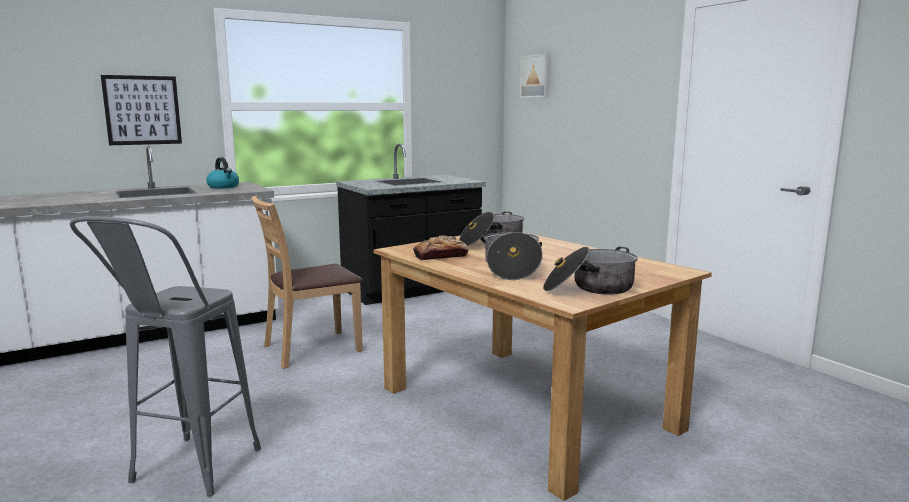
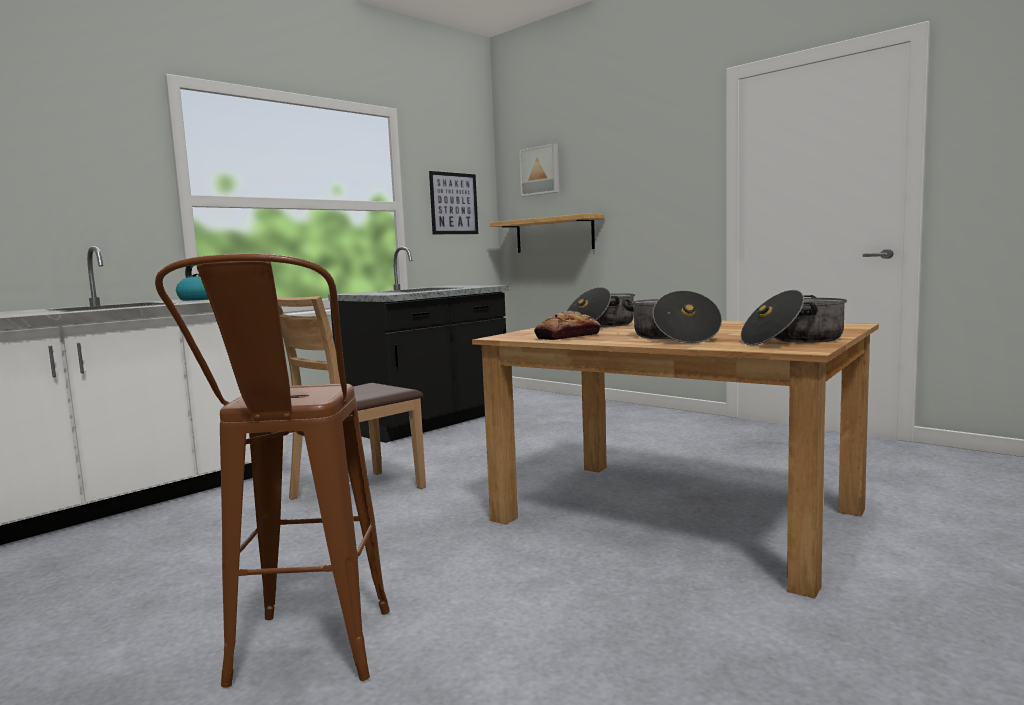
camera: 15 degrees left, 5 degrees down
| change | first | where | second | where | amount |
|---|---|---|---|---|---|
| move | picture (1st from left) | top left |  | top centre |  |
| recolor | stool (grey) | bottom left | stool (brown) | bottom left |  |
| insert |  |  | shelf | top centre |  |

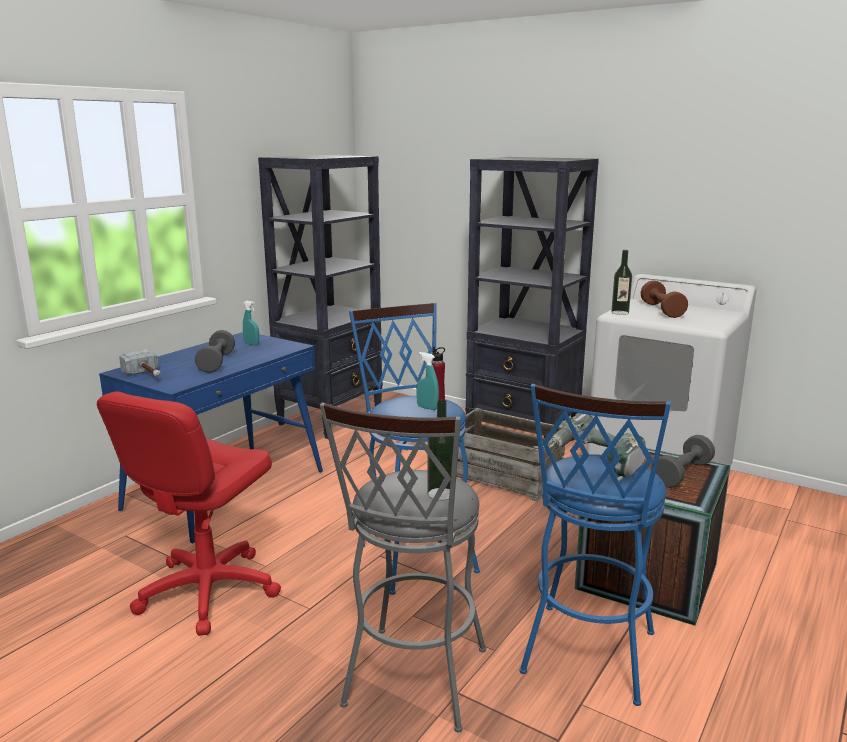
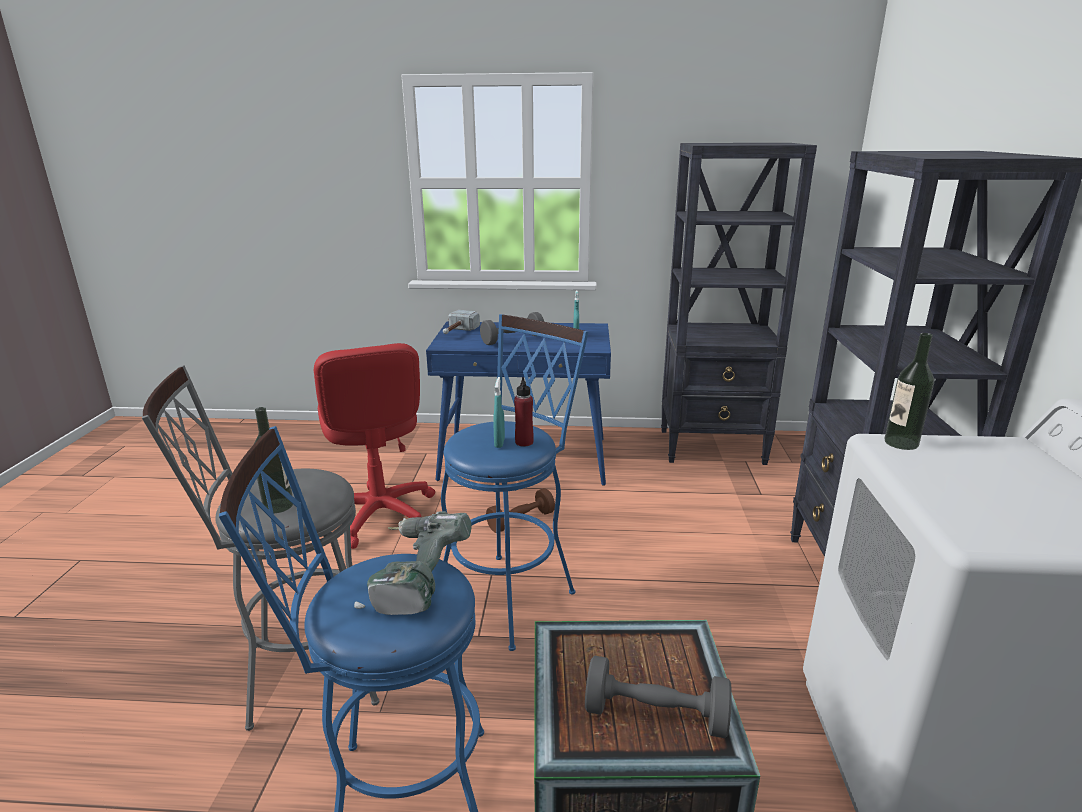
camera: 60 degrees right, 5 degrees up
| change | first | where | second | where | amount |
|---|---|---|---|---|---|
| move | dumbbell (brown) | middle right |  | centre |  |
| rotate | office chair (red) | bottom left |  | centre | 105 degrees counterclockwise |
| delete | crate (1st from left) | centre |  |  |  |

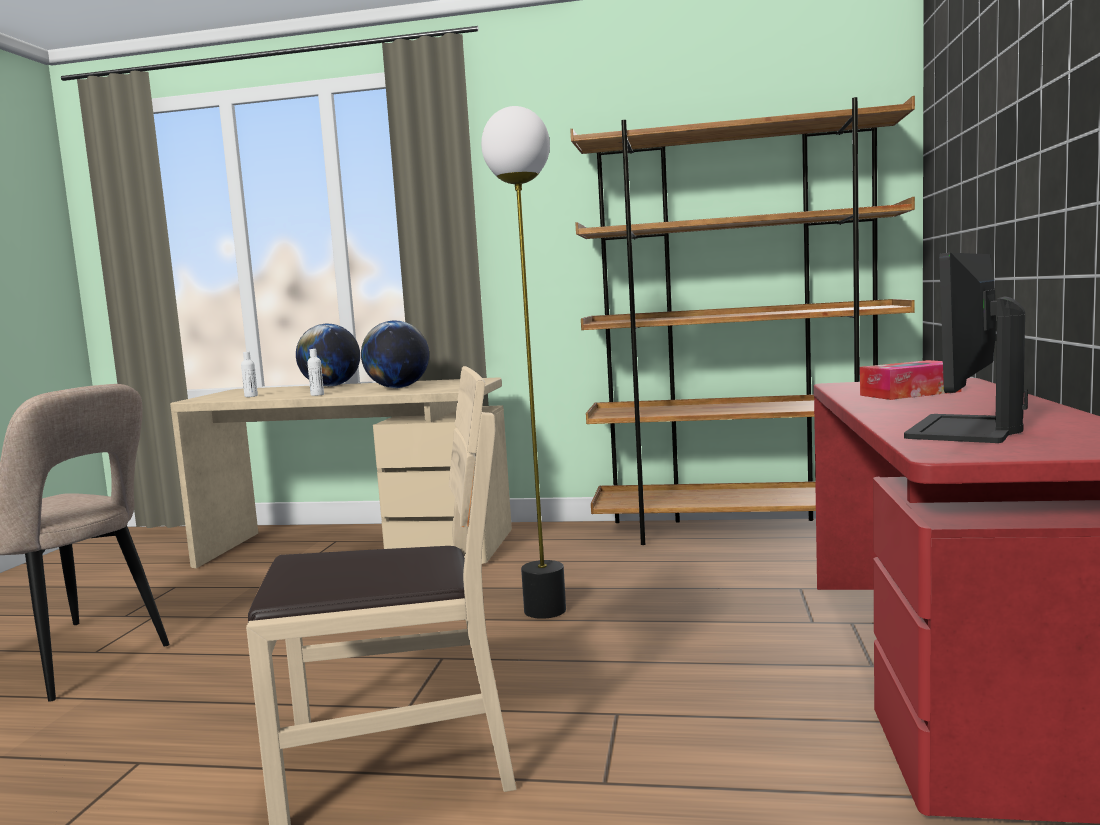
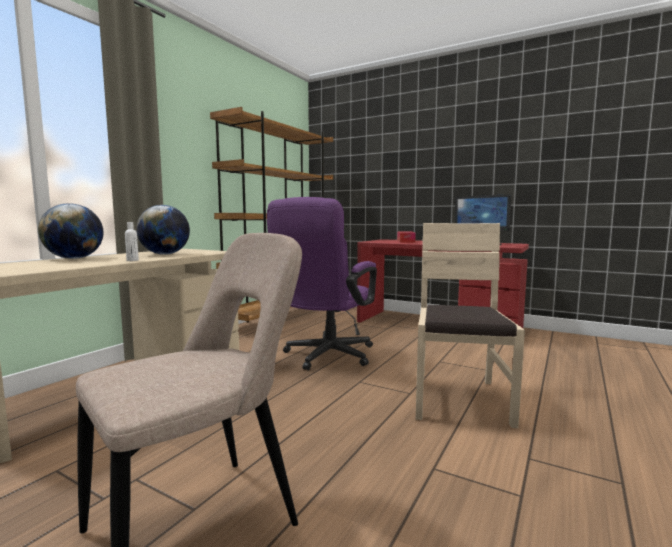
camera: 70 degrees left, 0 degrees up
| change | first | where | second | where | amount |
|---|---|---|---|---|---|
| replace | floor lamp | centre | office chair (purple) | centre |  |
| delete | bottle (white) (1st from left) | middle left |  |  |  |

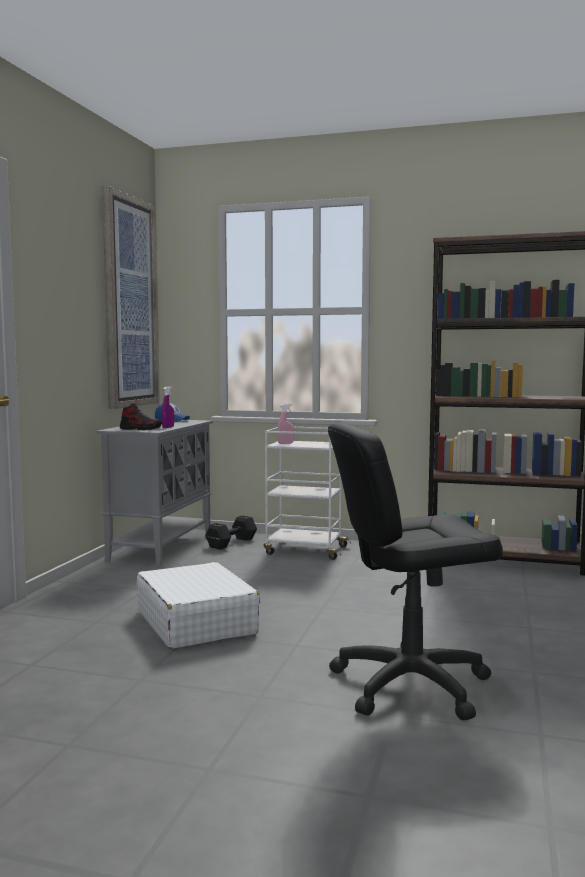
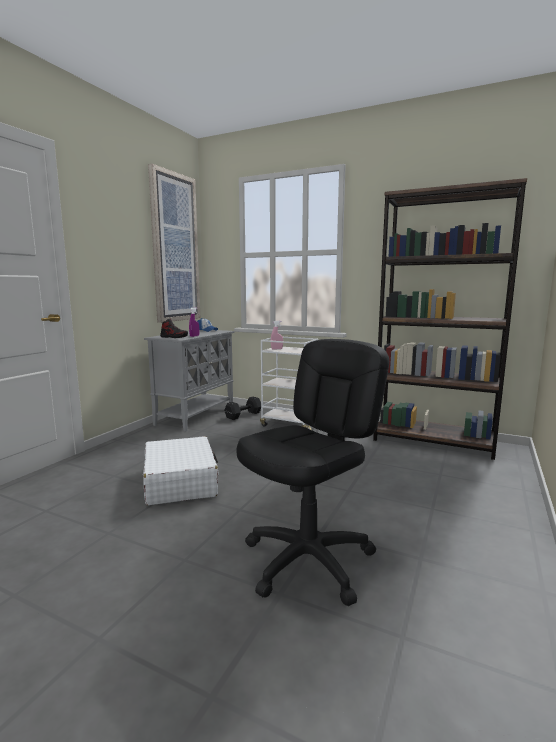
camera: 10 degrees right, 5 degrees up
| change | first | where | second | where | amount |
|---|---|---|---|---|---|
| rotate | office chair (black) | middle right |  | centre | 135 degrees clockwise |

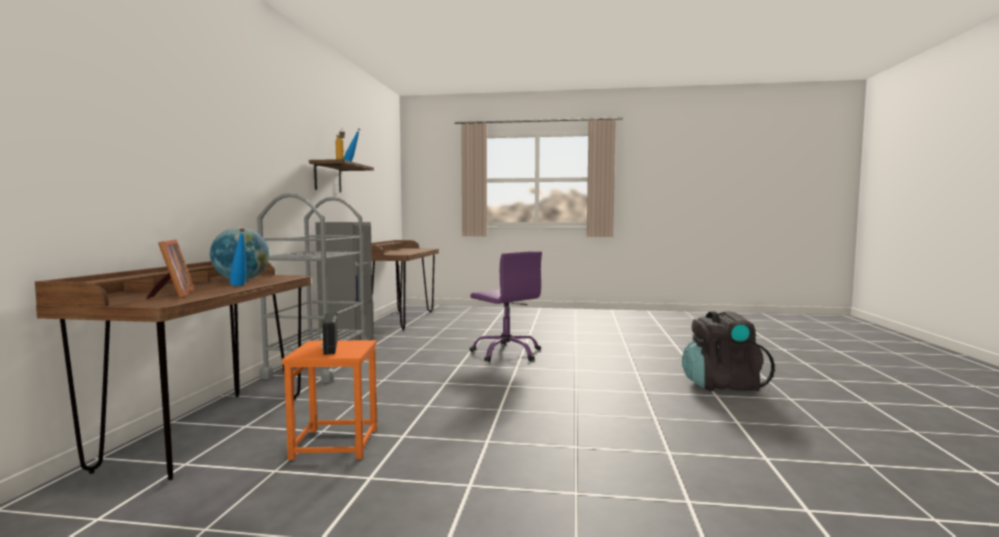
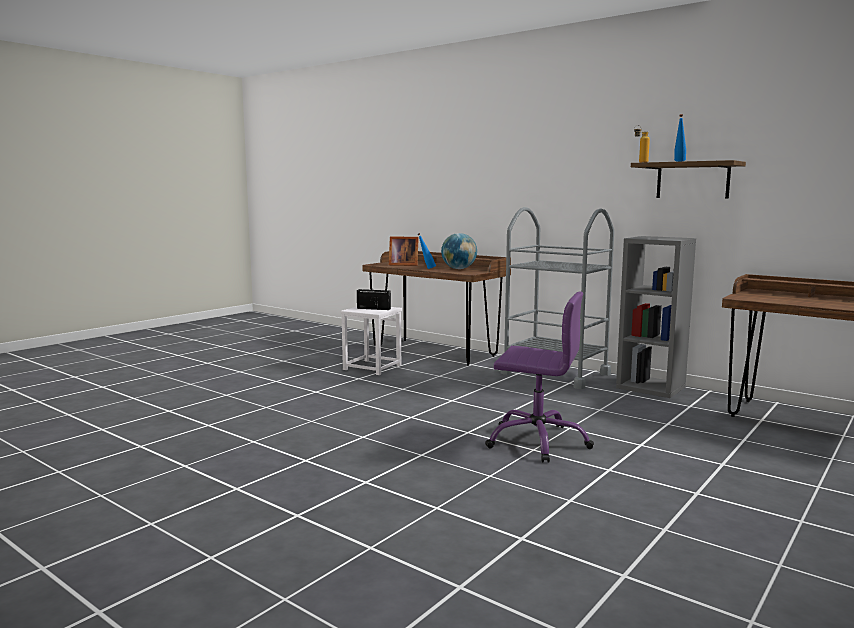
camera: 120 degrees right, 5 degrees up
| change | first | where | second | where | amount |
|---|---|---|---|---|---|
| rotate | office chair (purple) | centre |  | centre | 150 degrees counterclockwise |
| delete | backpack (black) | middle right |  |  |  |
| recolor | stool (orange) | bottom left | stool (white) | centre |  |

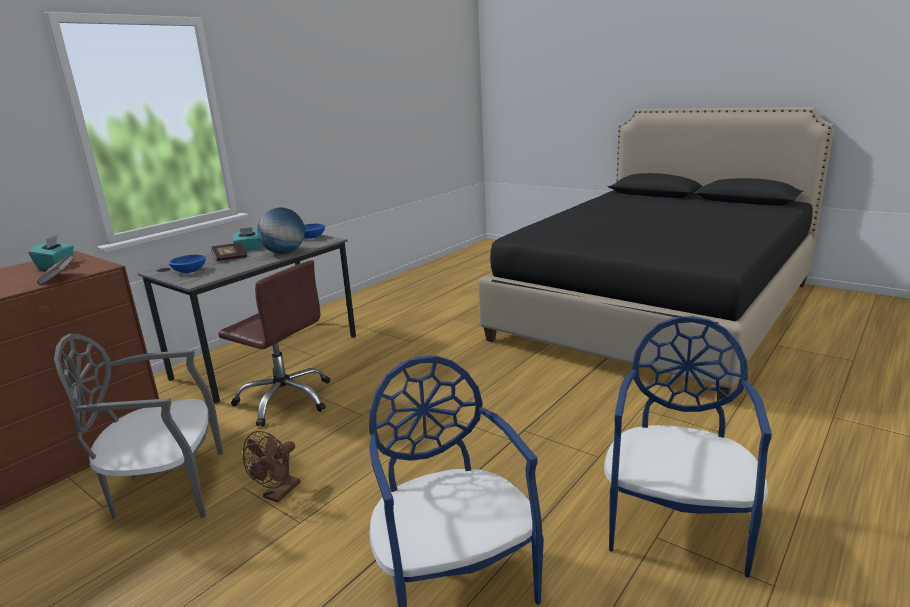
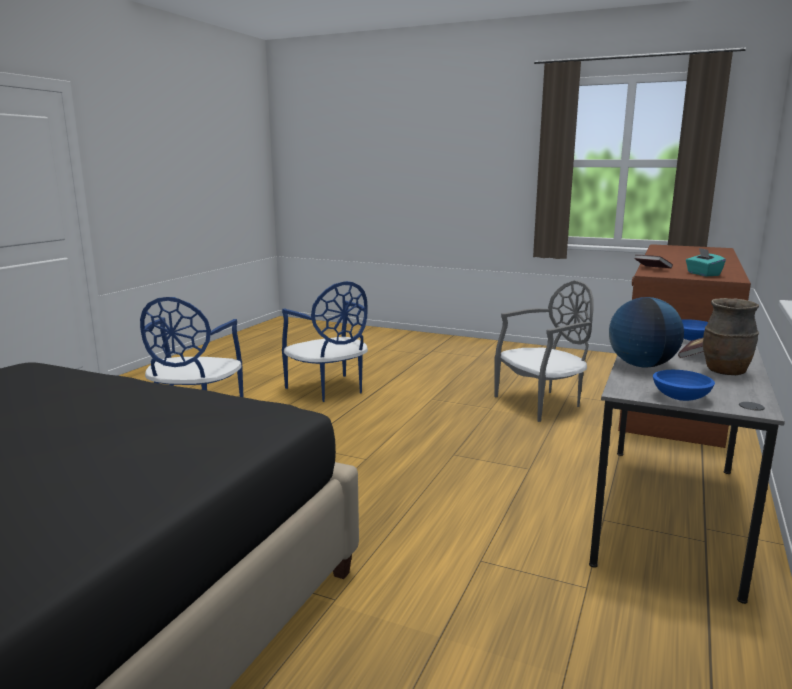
camera: 165 degrees right, 5 degrees down
| change | first | where | second | where | amount |
|---|---|---|---|---|---|
| replace | tissue box (turquoise) (2nd from left) | middle left | vase (brown) | middle right |  |
| delete | office chair (brown) | middle left |  |  |  |
| delete | fan (brown) | bottom left |  |  |  |

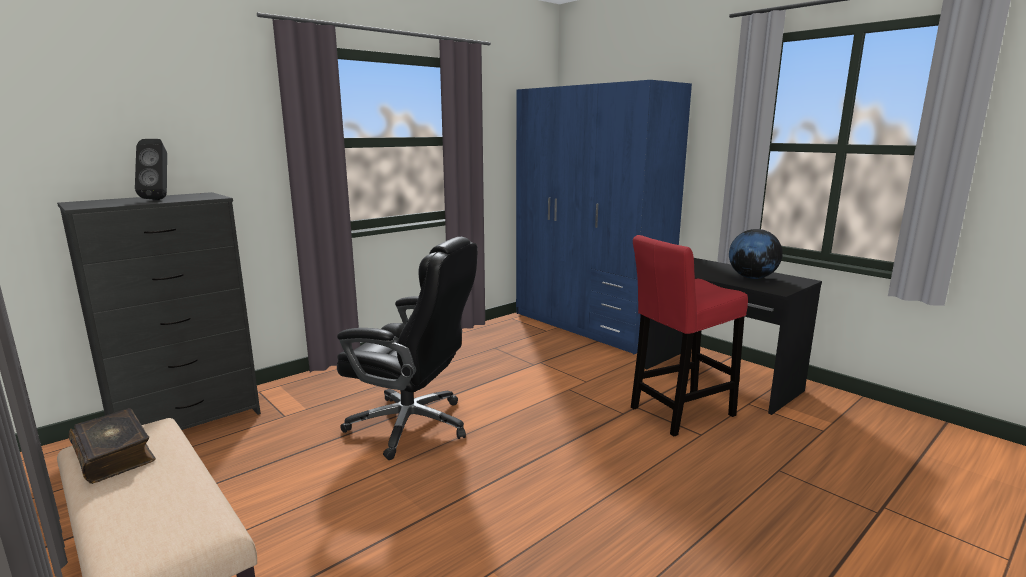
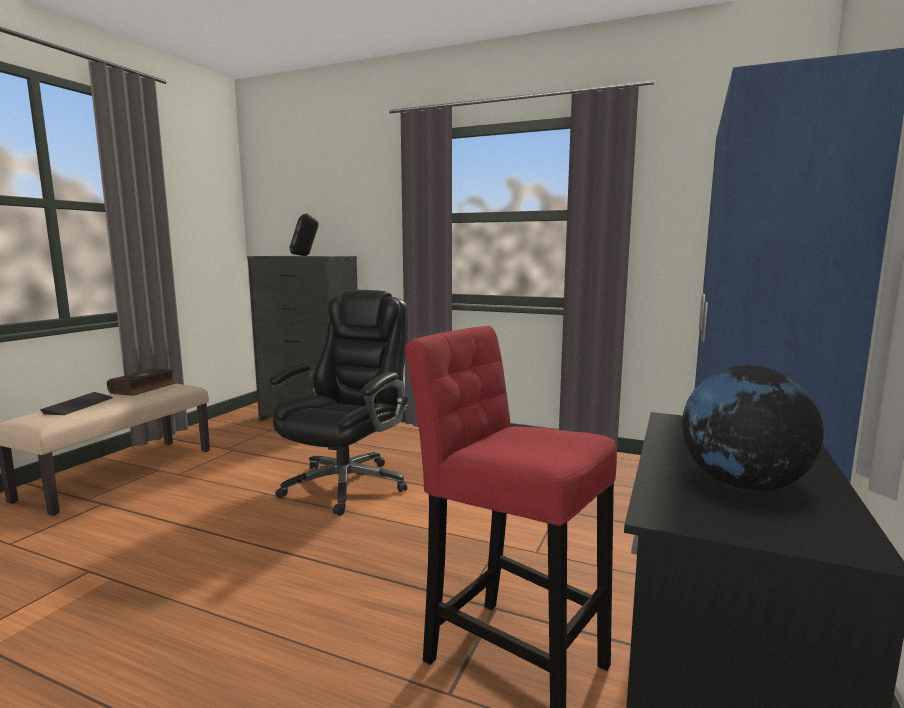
camera: 65 degrees right, 5 degrees down
| change | first | where | second | where | amount |
|---|---|---|---|---|---|
| rotate | office chair (black) | centre |  | centre | 150 degrees counterclockwise |
| insert |  |  | keyboard | middle left |  |

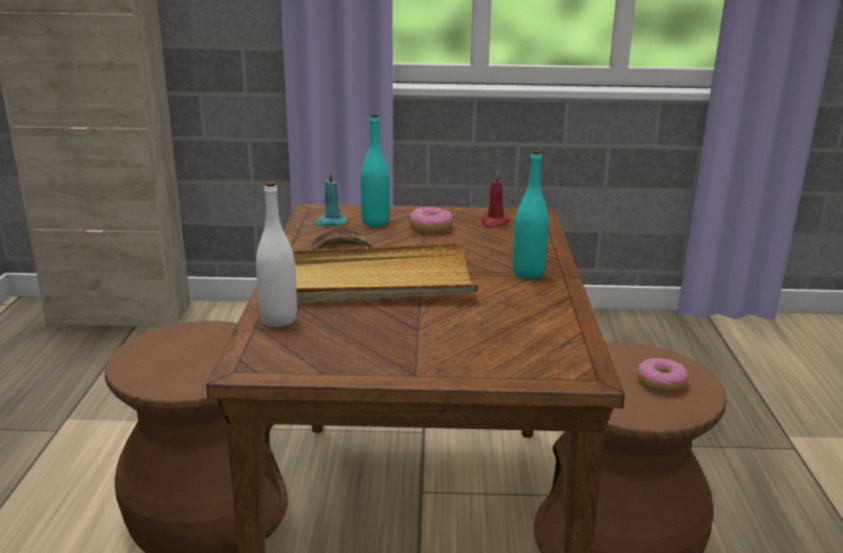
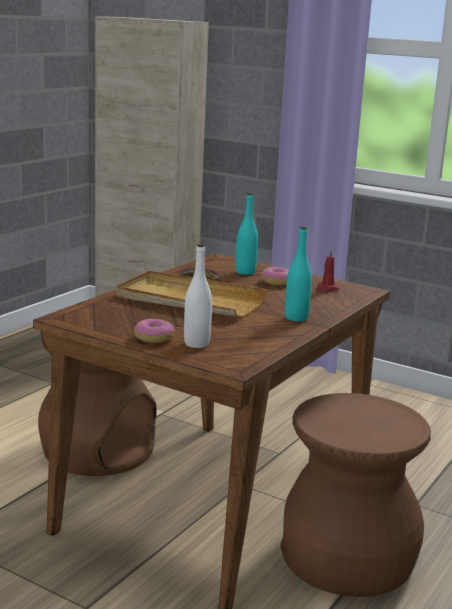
camera: 30 degrees right, 5 degrees down
| change | first | where | second | where | amount |
|---|---|---|---|---|---|
| delete | candle (turquoise) | centre |  |  |  |
| move | bottle (white) | middle left |  | centre |  |
| move | donut (2nd from left in the first image) | bottom right | donut (1st from left) | centre |  |

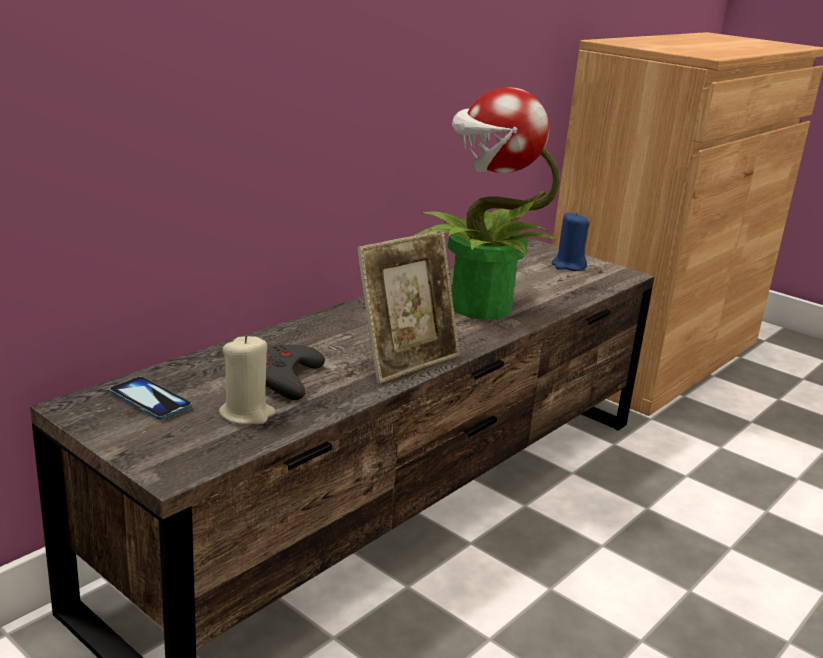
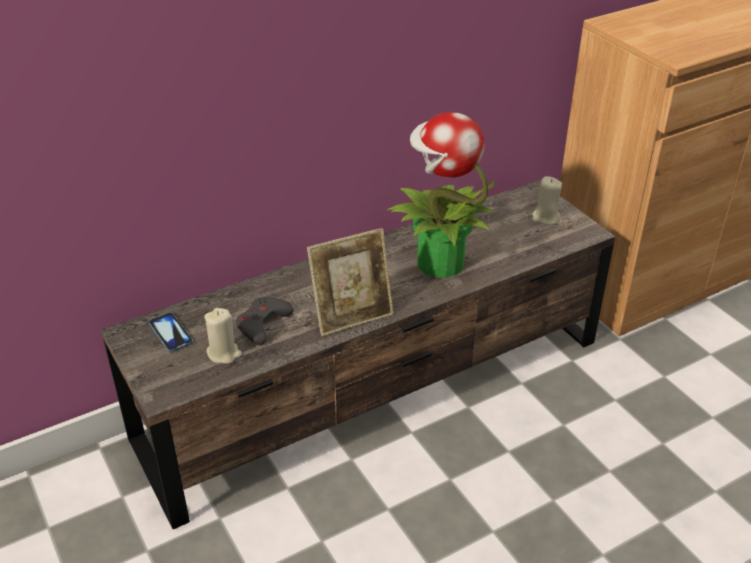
camera: 20 degrees right, 15 degrees up
| change | first | where | second | where | amount |
|---|---|---|---|---|---|
| recolor | candle (blue) | middle right | candle (beige) (2nd from left) | middle right |  |

